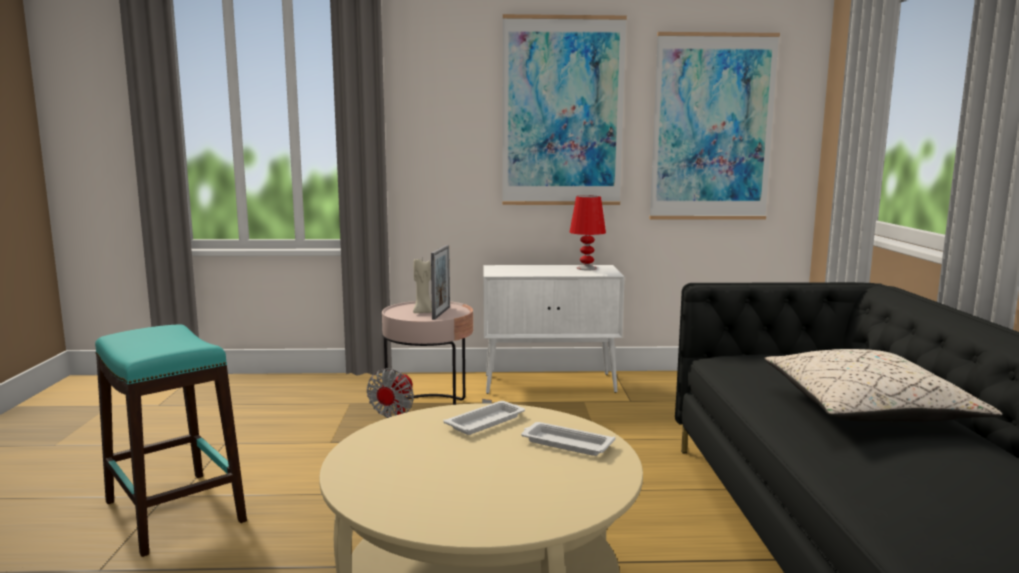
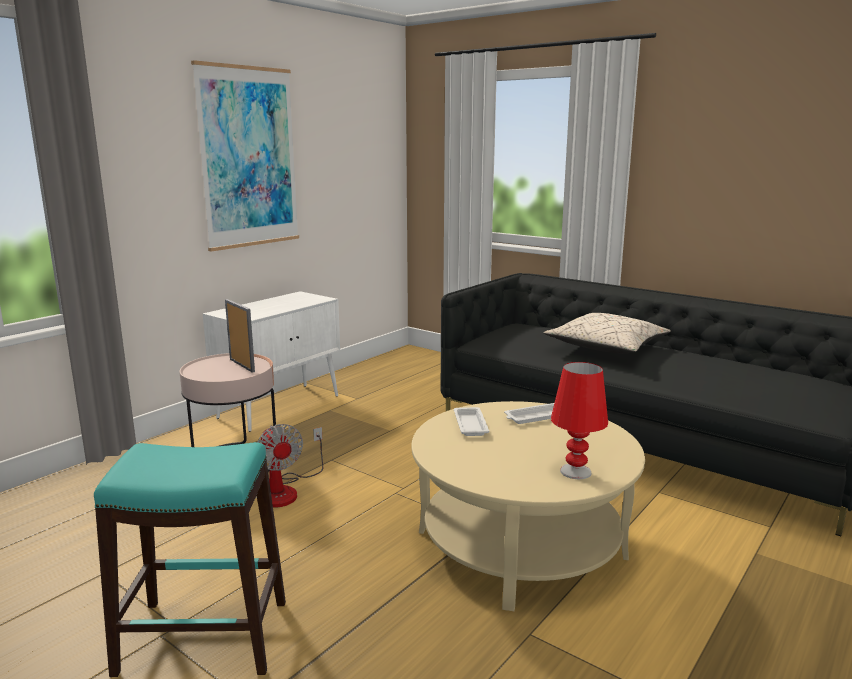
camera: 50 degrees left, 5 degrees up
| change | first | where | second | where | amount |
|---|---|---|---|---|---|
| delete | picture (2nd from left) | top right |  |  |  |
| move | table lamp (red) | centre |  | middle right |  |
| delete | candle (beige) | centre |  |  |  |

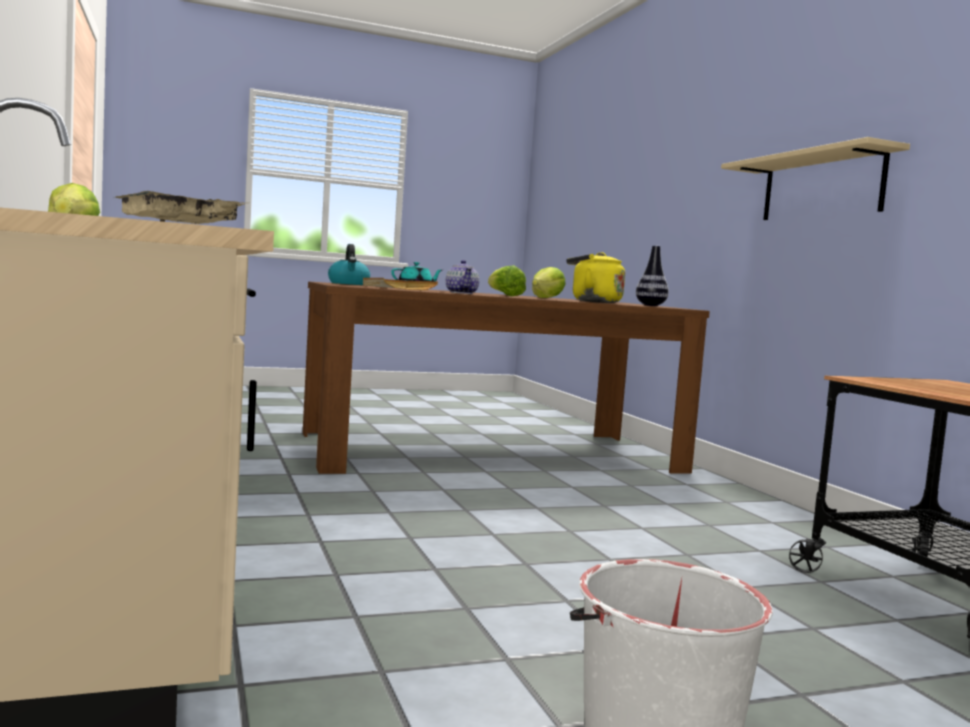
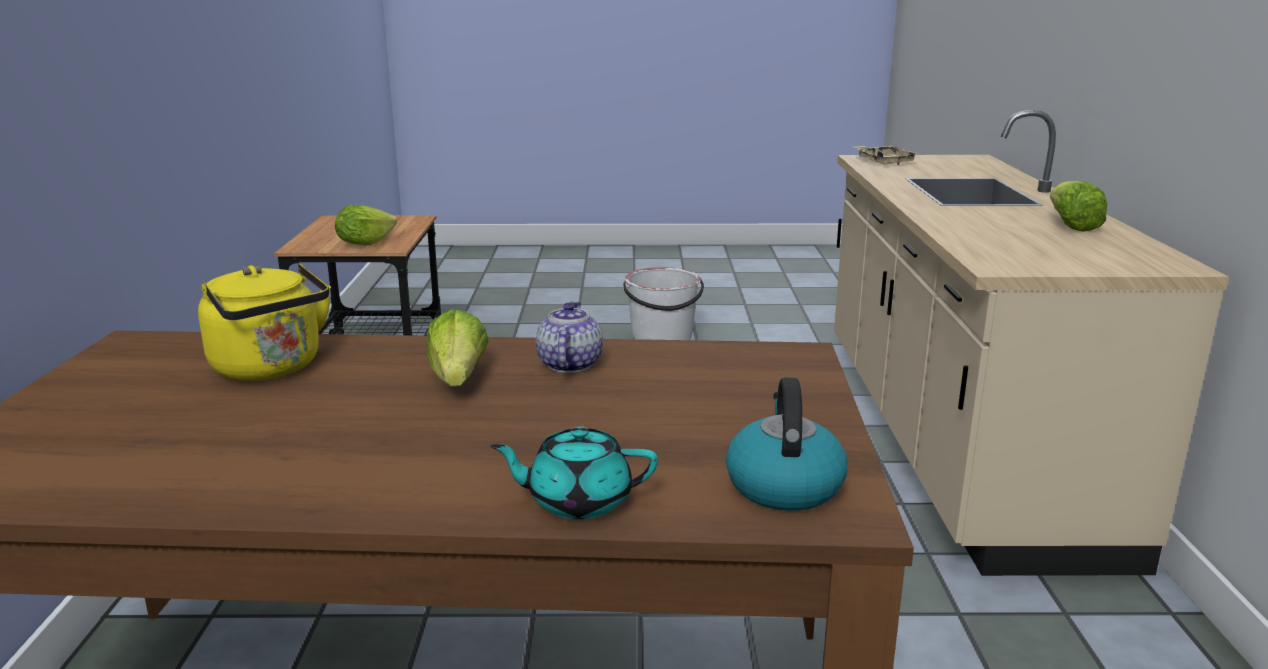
camera: 160 degrees left, 15 degrees up
| change | first | where | second | where | amount |
|---|---|---|---|---|---|
| delete | shelf (beige) | top right |  |  |  |
| delete | vase | middle right |  |  |  |
| move | lettuce (3rd from left in the first image) | centre | lettuce (1st from left) | middle left |  |
| delete | tray (beige) (2nd from left) | centre |  |  |  |

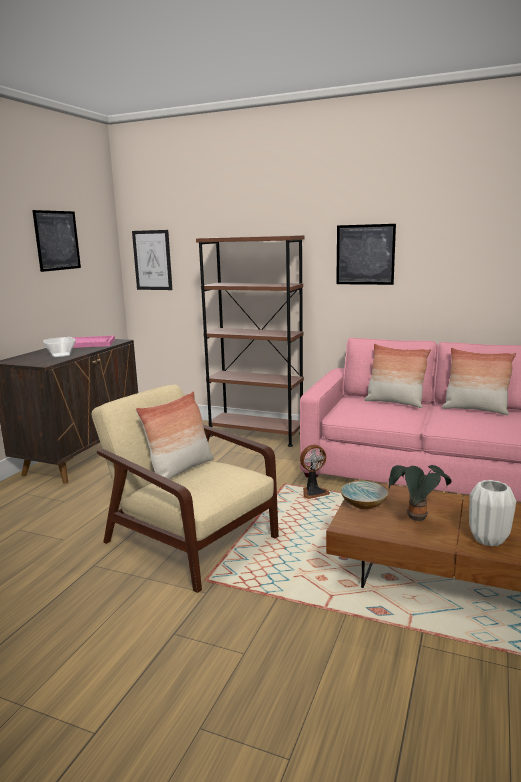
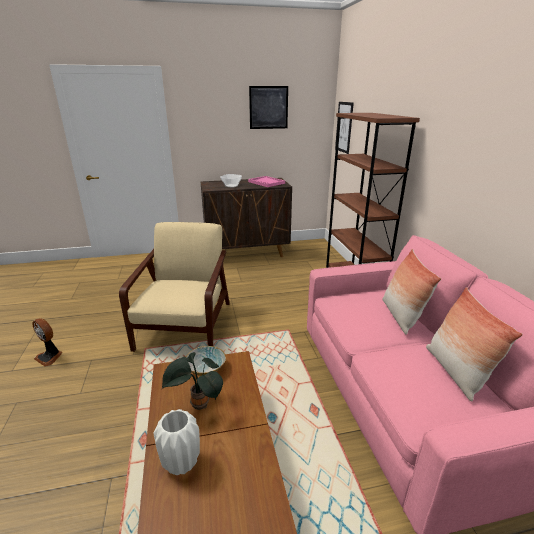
camera: 55 degrees right, 10 degrees up
| change | first | where | second | where | amount |
|---|---|---|---|---|---|
| delete | picture (3rd from left) | top right |  |  |  |
| delete | pillow (1st from left) | centre |  |  |  |
| move | fan | centre |  | middle left |  |

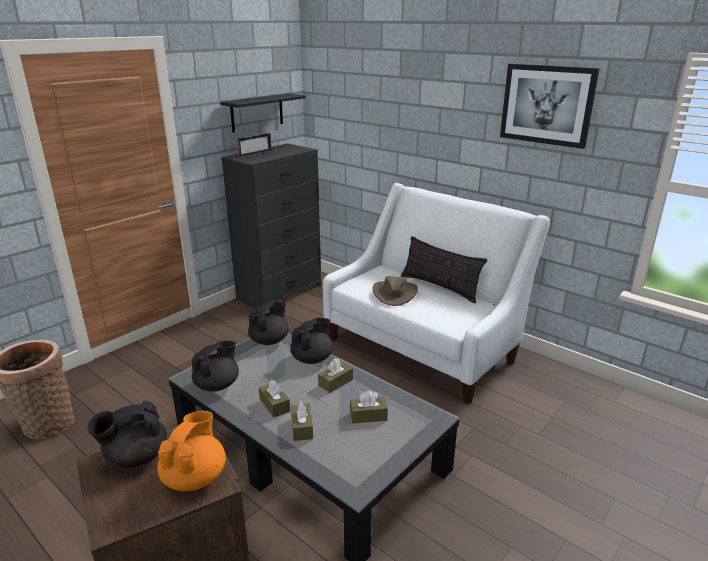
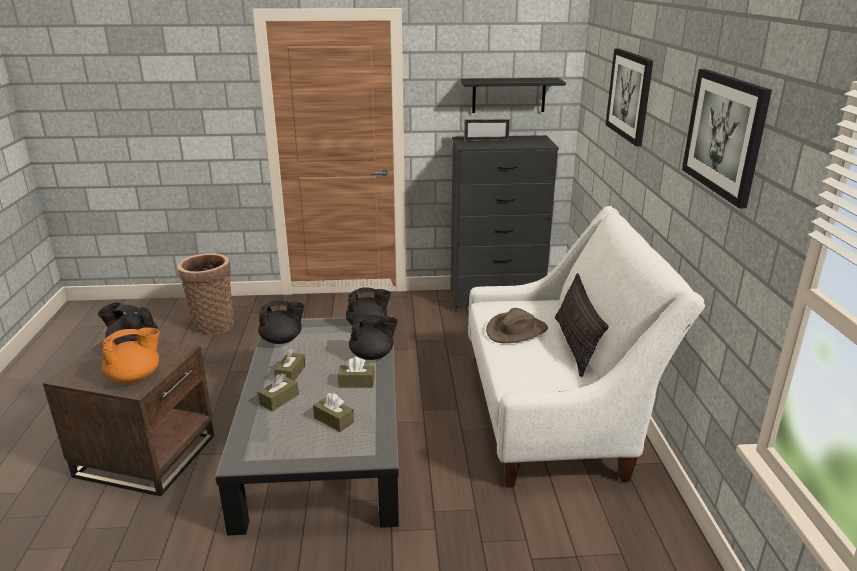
camera: 45 degrees right, 0 degrees up
| change | first | where | second | where | amount |
|---|---|---|---|---|---|
| insert |  |  | picture (1st from left) | top right |  |

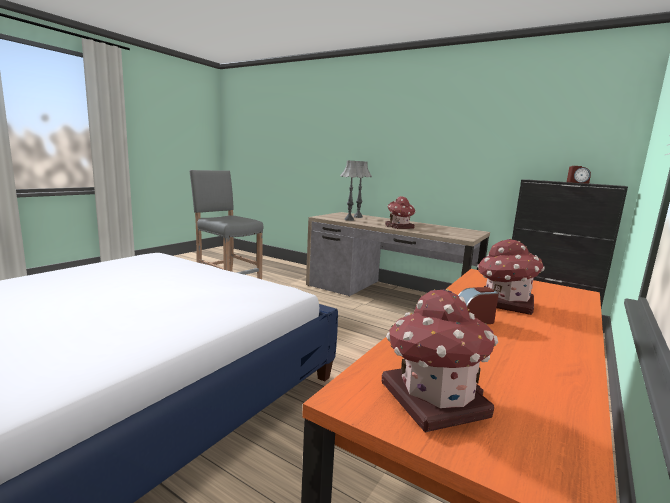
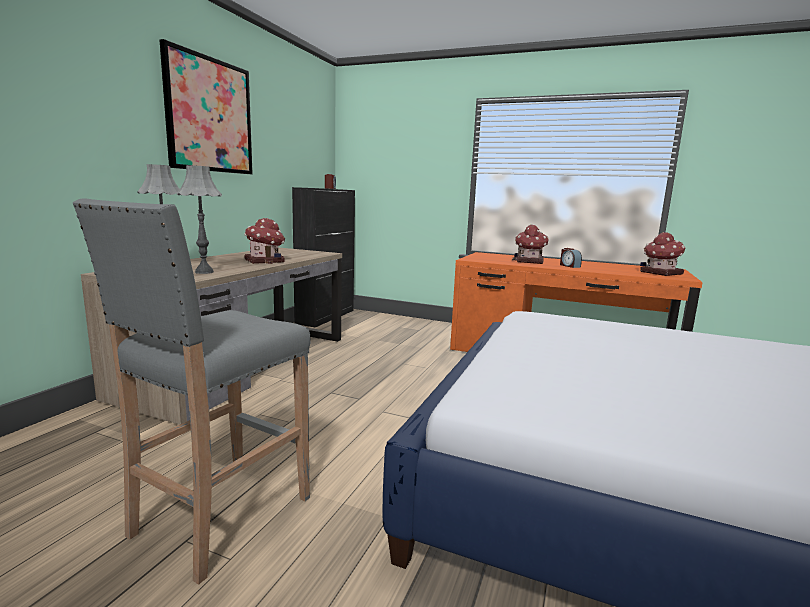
camera: 100 degrees left, 0 degrees up
| change | first | where | second | where | amount |
|---|---|---|---|---|---|
| insert |  |  | picture | top left |  |

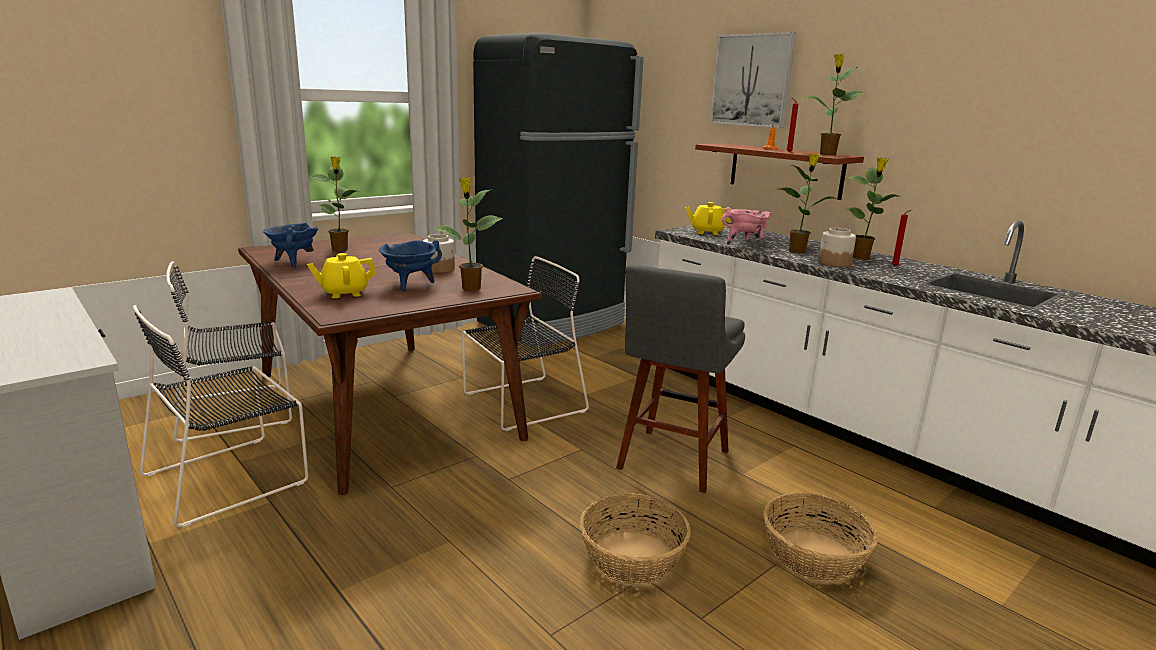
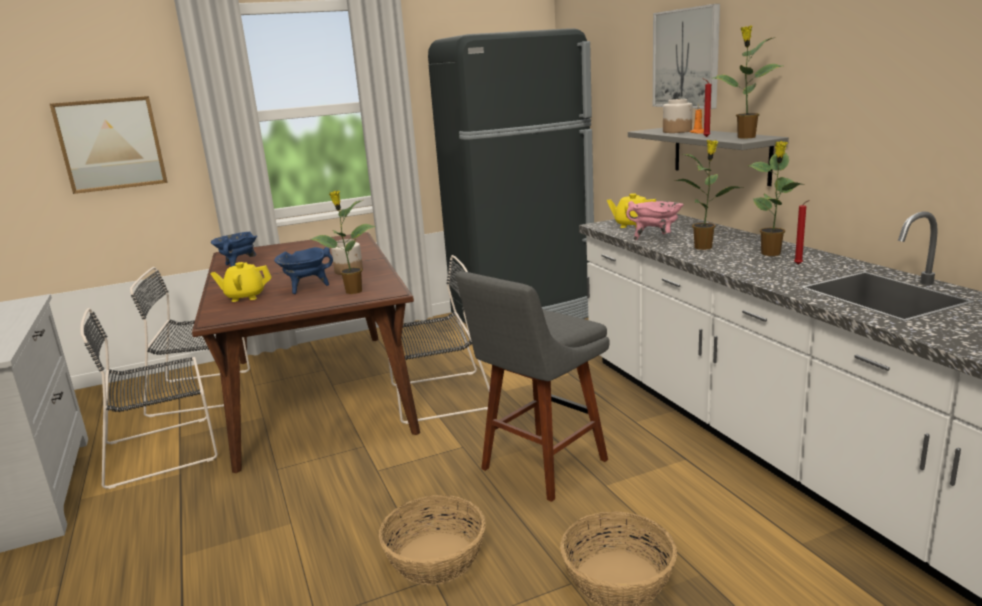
camera: 20 degrees right, 0 degrees up
| change | first | where | second | where | amount |
|---|---|---|---|---|---|
| recolor | shelf (brown) | top right | shelf (grey) | top right |  |
| delete | potted plant (1st from left) | top left |  |  |  |
| move | jar (2nd from left) | middle right |  | top right |  |
| insert |  |  | picture (1st from left) | top left |  |

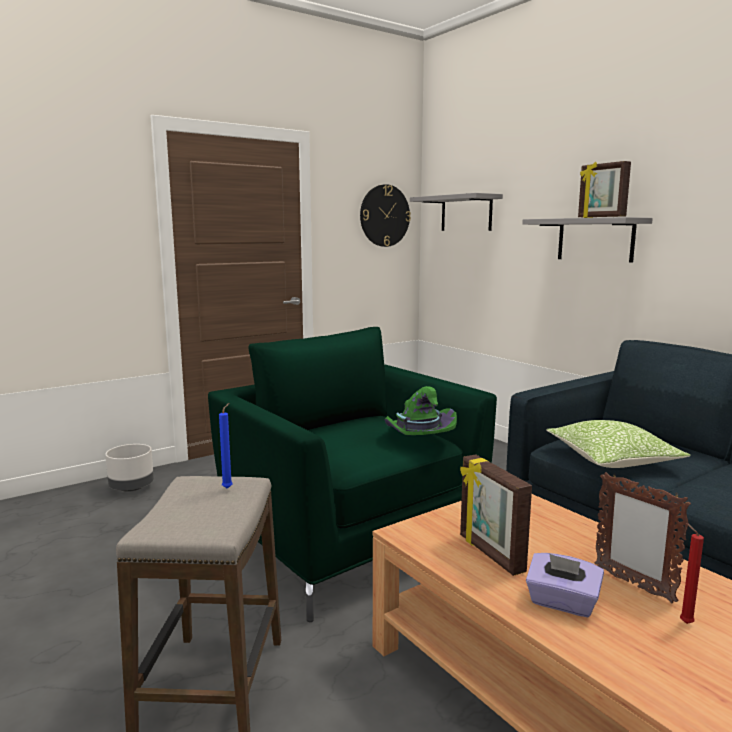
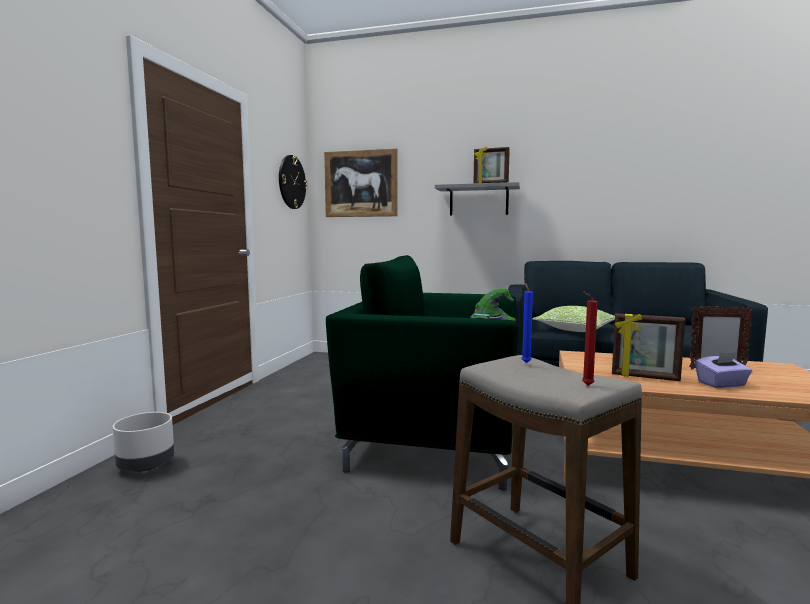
camera: 40 degrees left, 5 degrees down
| change | first | where | second | where | amount |
|---|---|---|---|---|---|
| replace | shelf (grey) (1st from left) | top centre | picture | top centre |  |
| move | candle (red) | bottom right |  | middle right |  |

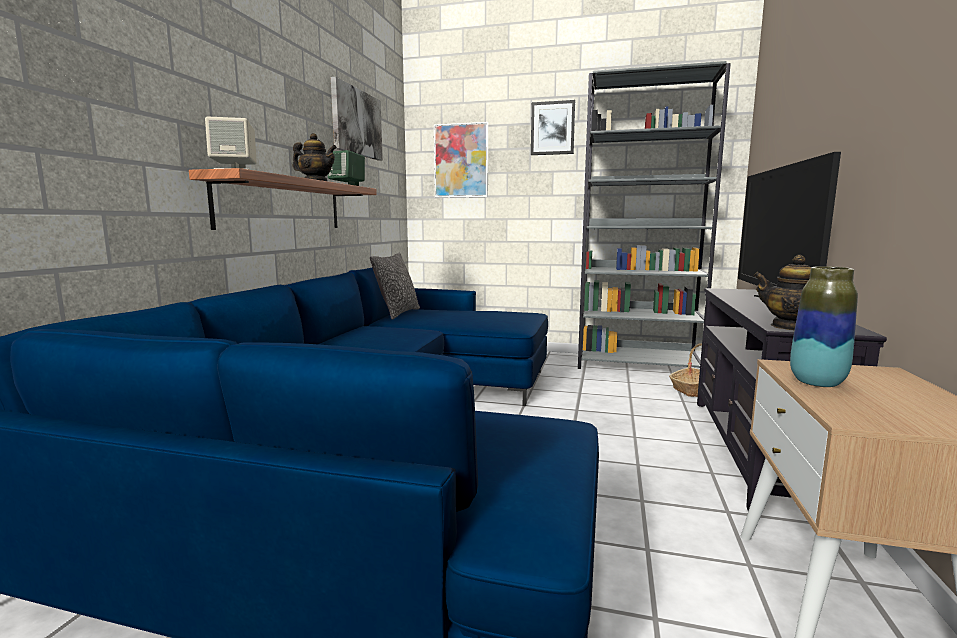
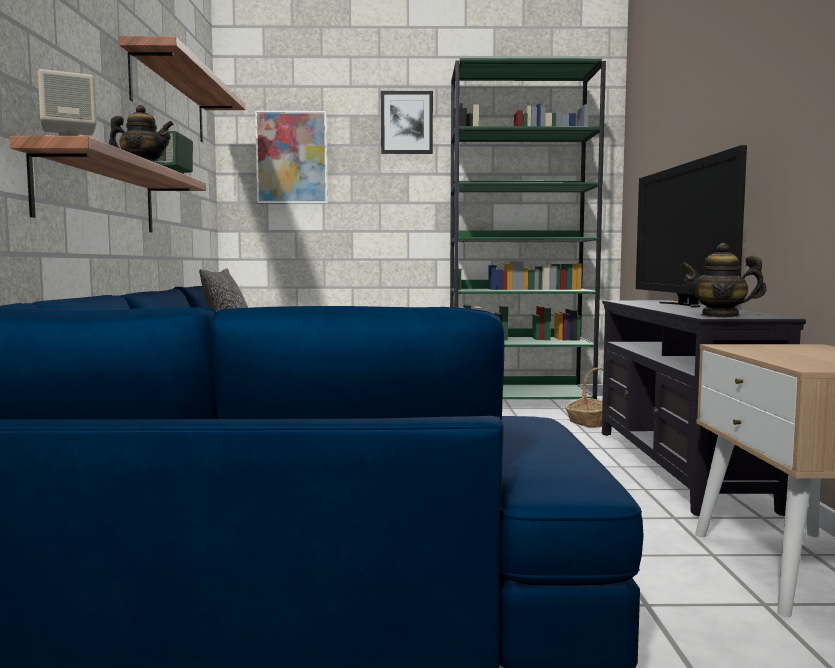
camera: 15 degrees left, 5 degrees down
| change | first | where | second | where | amount |
|---|---|---|---|---|---|
| recolor | bookcase (grey) | middle right | bookcase (green) | centre |  |
| replace | picture (1st from left) | top centre | shelf (2nd from left) | top left |  |
| delete | vase | middle right |  |  |  |

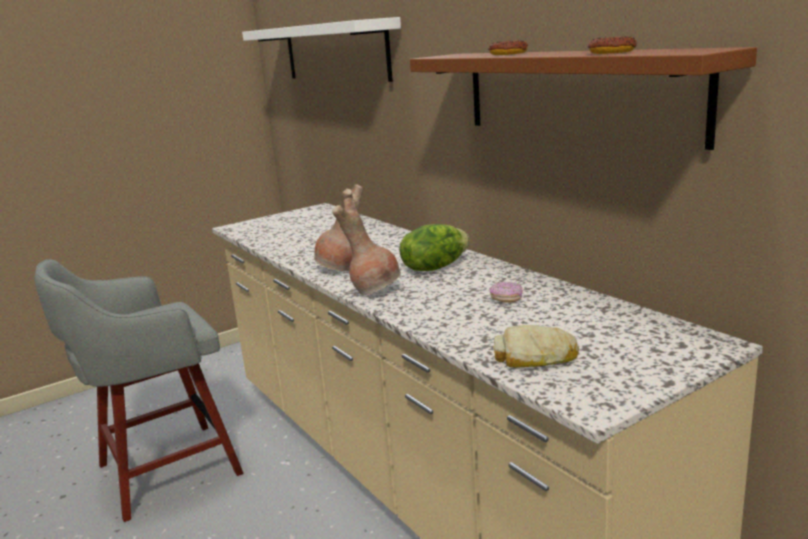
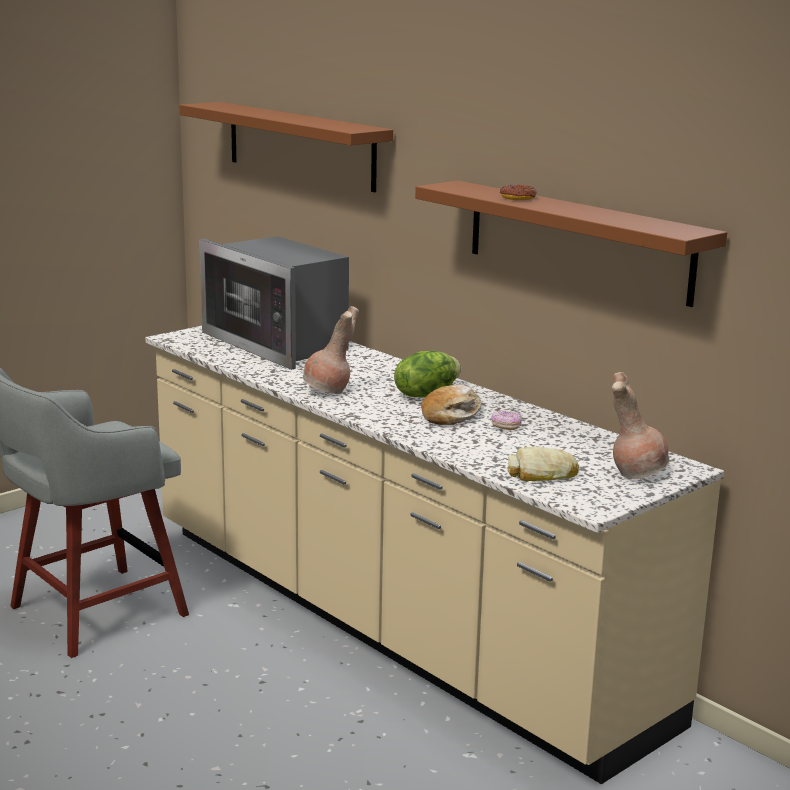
camera: 10 degrees left, 0 degrees up
| change | first | where | second | where | amount |
|---|---|---|---|---|---|
| recolor | shelf (white) | top centre | shelf (brown) (1st from left) | top centre |  |
| delete | donut (3rd from left) | top right |  |  |  |
| move | vase (brown) (2nd from left) | centre |  | middle right |  |
| insert |  |  | microwave | centre |  |
| insert |  |  | bread (1st from left) | centre |  |

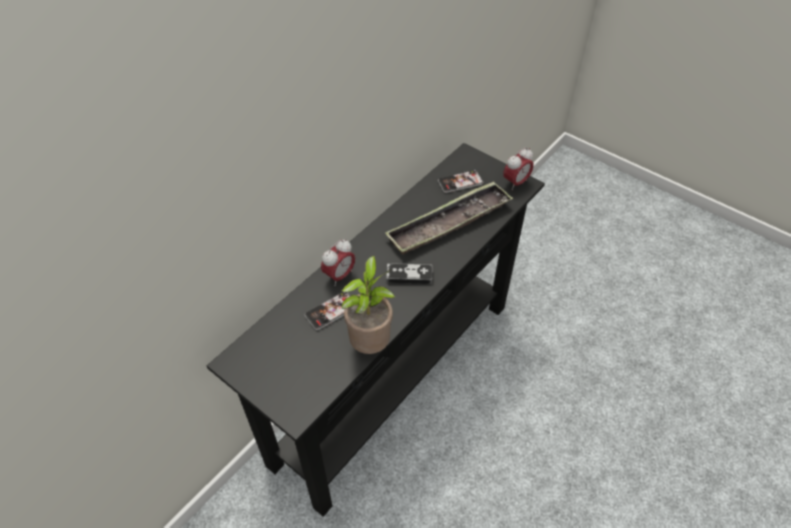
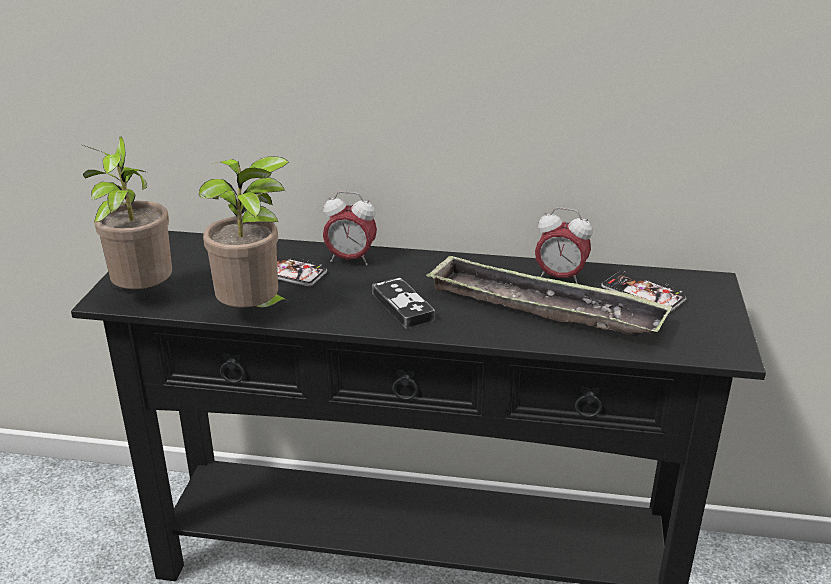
camera: 60 degrees right, 20 degrees down
| change | first | where | second | where | amount |
|---|---|---|---|---|---|
| move | alarm clock (2nd from left) | top centre |  | middle right |  |
| insert |  |  | potted plant (1st from left) | middle left |  |

